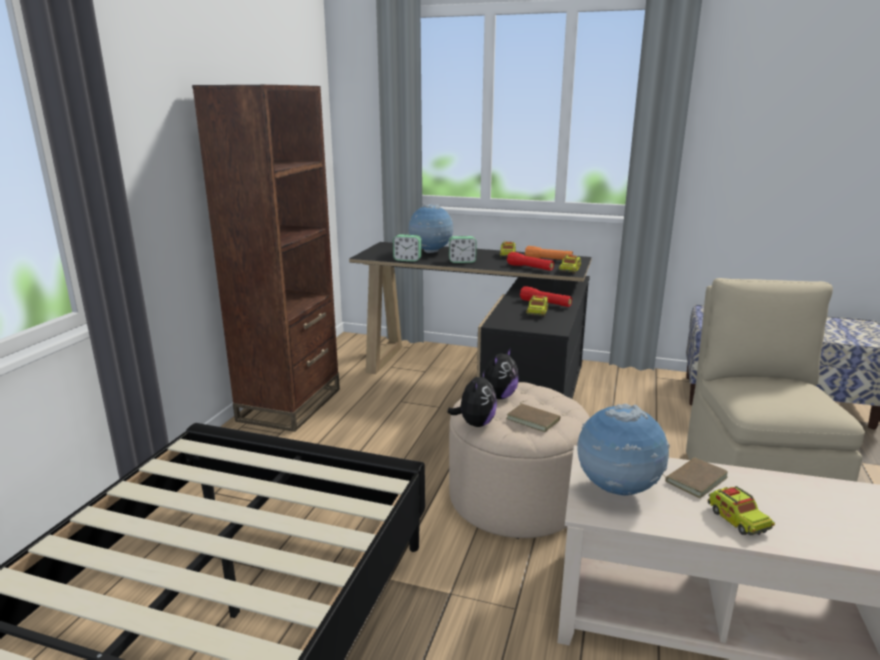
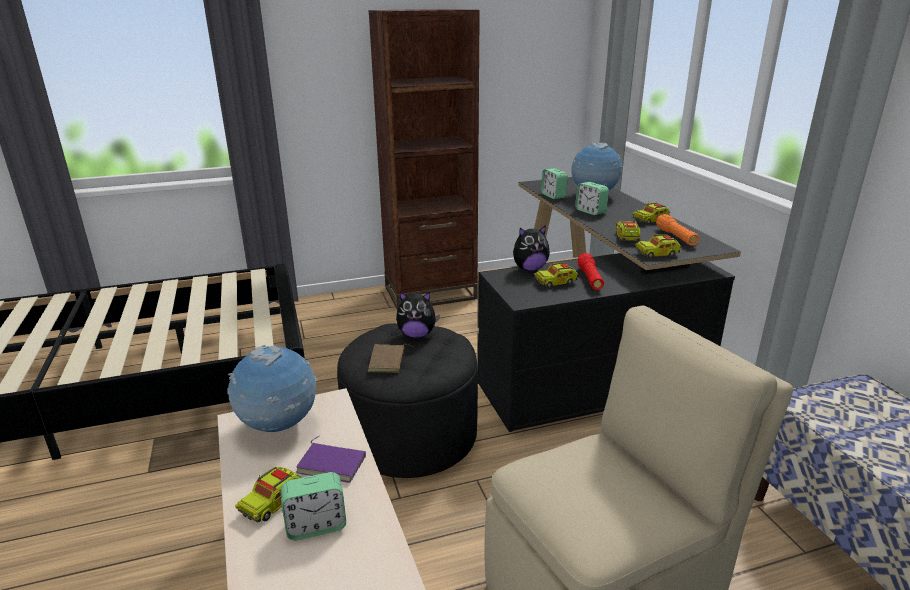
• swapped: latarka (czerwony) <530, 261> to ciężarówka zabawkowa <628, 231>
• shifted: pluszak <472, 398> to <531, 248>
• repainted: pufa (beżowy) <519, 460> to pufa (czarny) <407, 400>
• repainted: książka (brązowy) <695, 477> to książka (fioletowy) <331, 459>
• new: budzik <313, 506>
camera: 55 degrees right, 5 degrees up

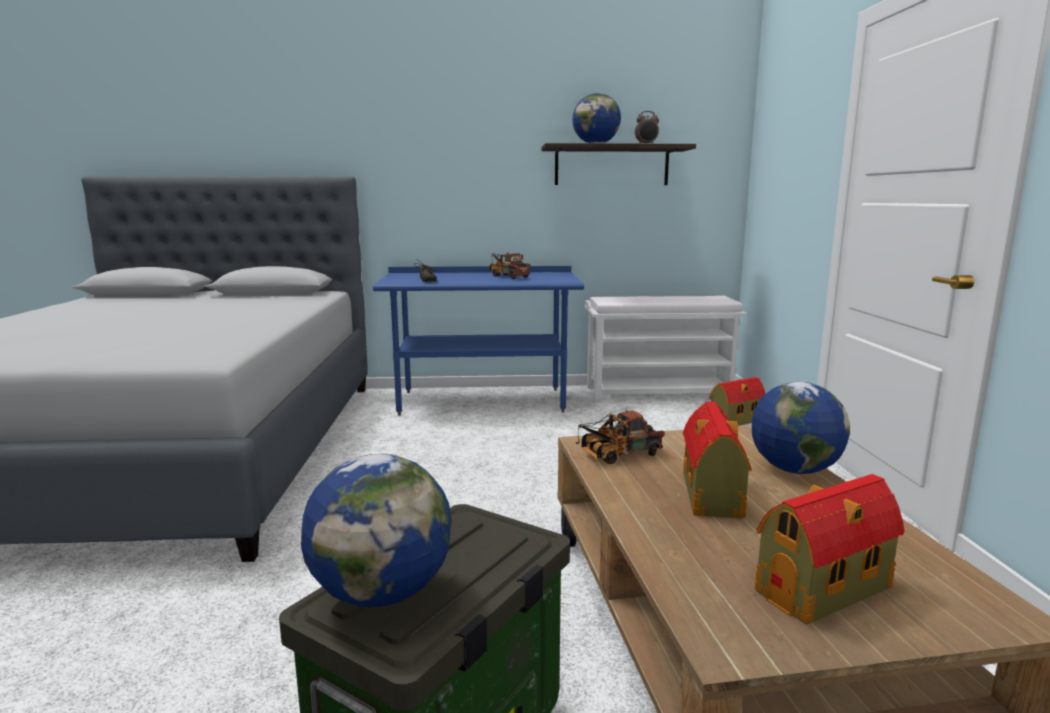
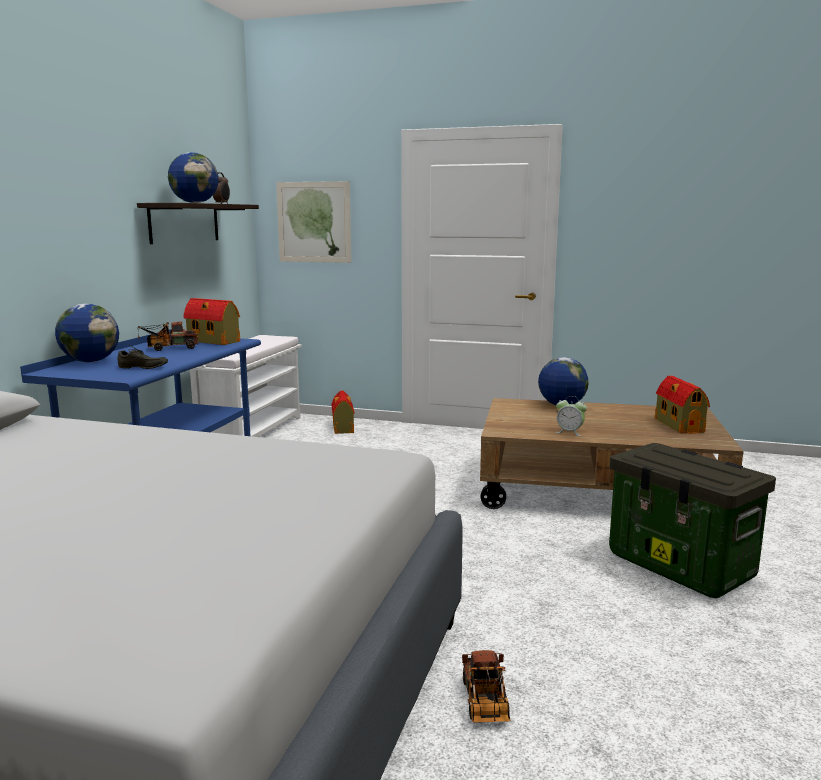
• shifted: domek <717, 459> to <211, 321>
• shifted: ciężarówka zabawkowa <620, 437> to <486, 686>
• shifted: globus <376, 530> to <87, 333>
• new: obraz <313, 222>
• new: budzik <571, 416>
camera: 70 degrees left, 0 degrees up

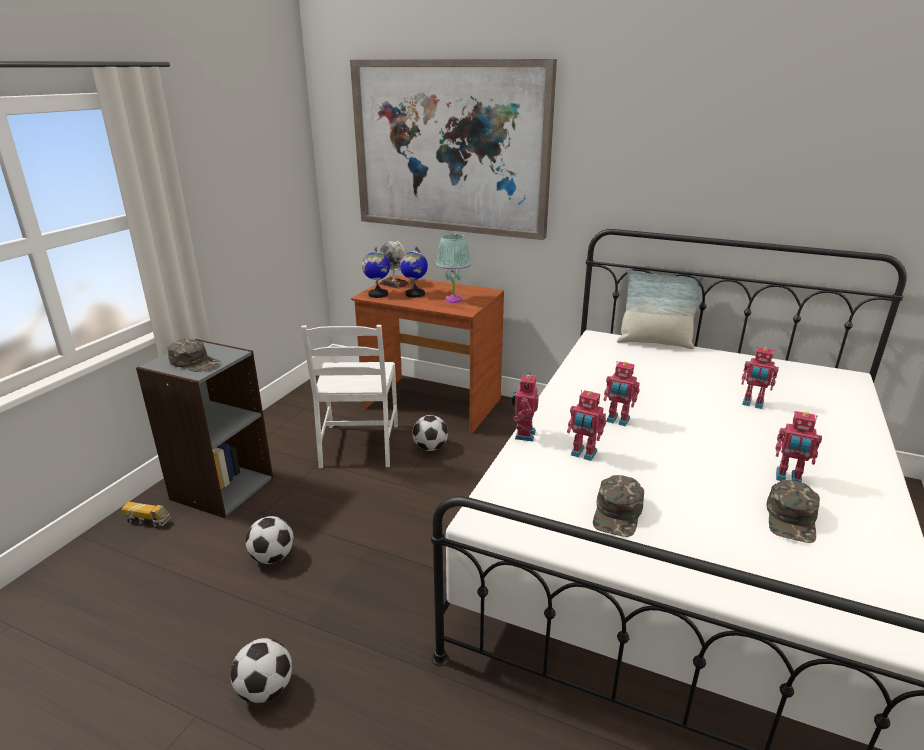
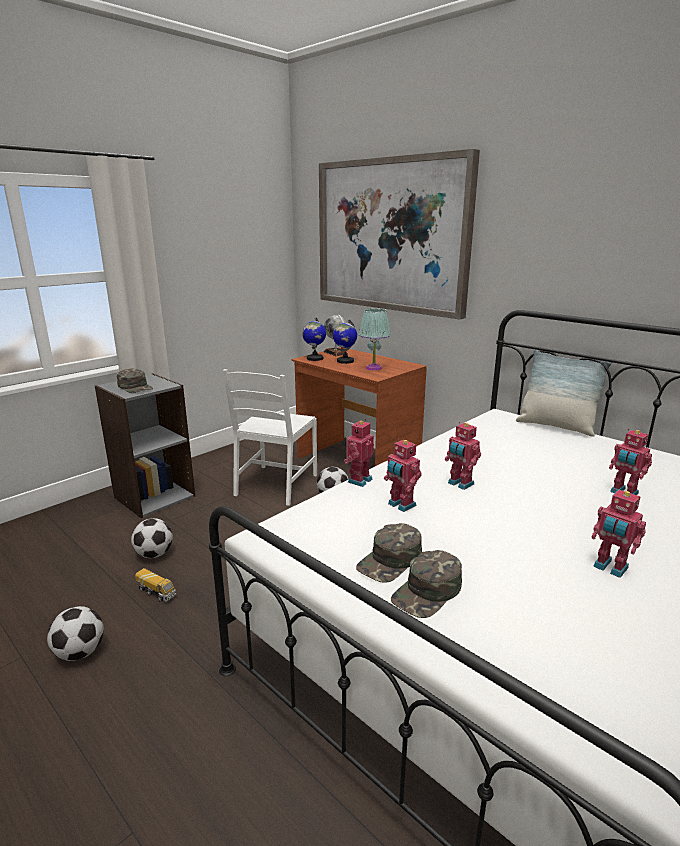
• shifted: czapka z daszkiem (zielony) <793, 511> to <426, 584>
• shifted: ciężarówka zabawkowa <146, 515> to <155, 585>
camera: 20 degrees right, 5 degrees down

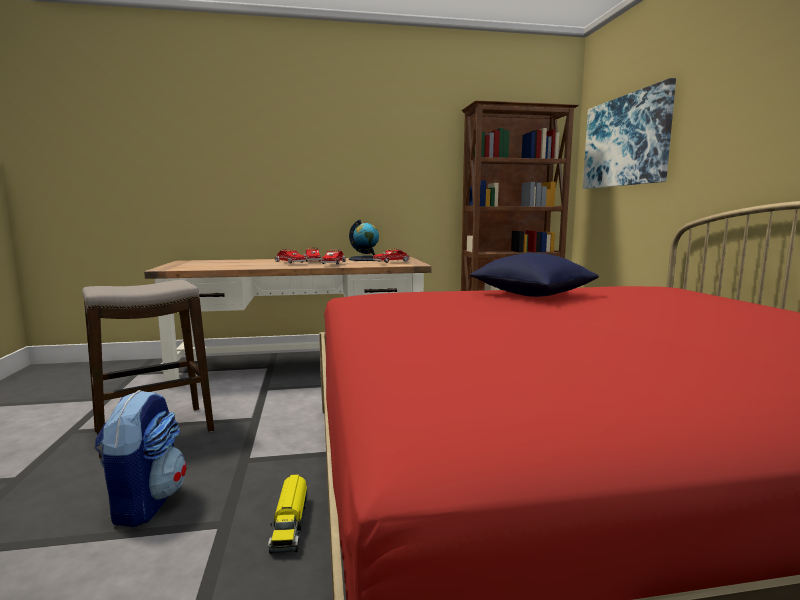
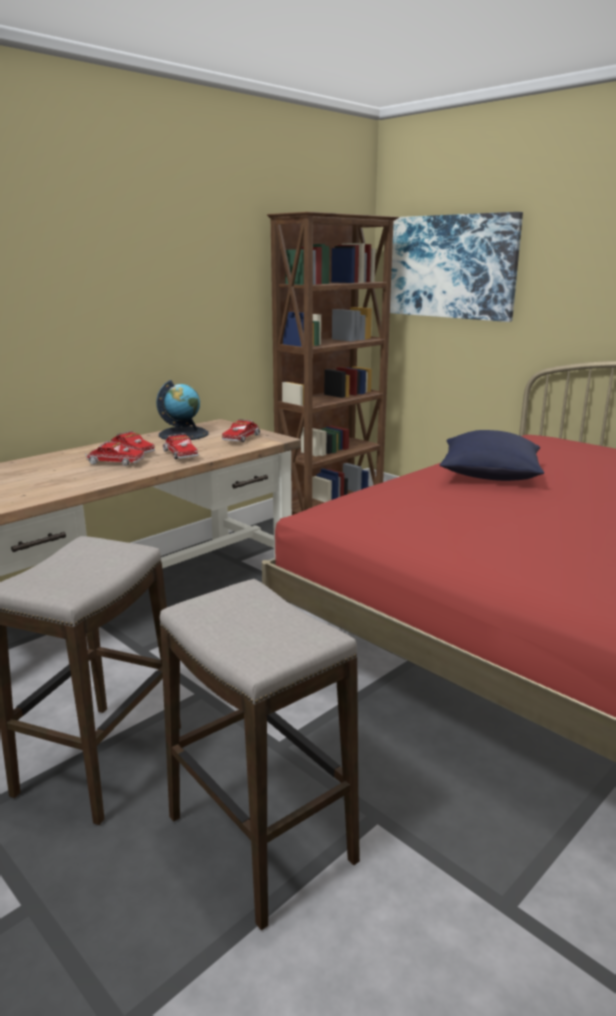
• swapped: plecak <140, 458> to stołek <260, 754>
• gone: ciężarówka zabawkowa <287, 514>
camera: 35 degrees left, 10 degrees up

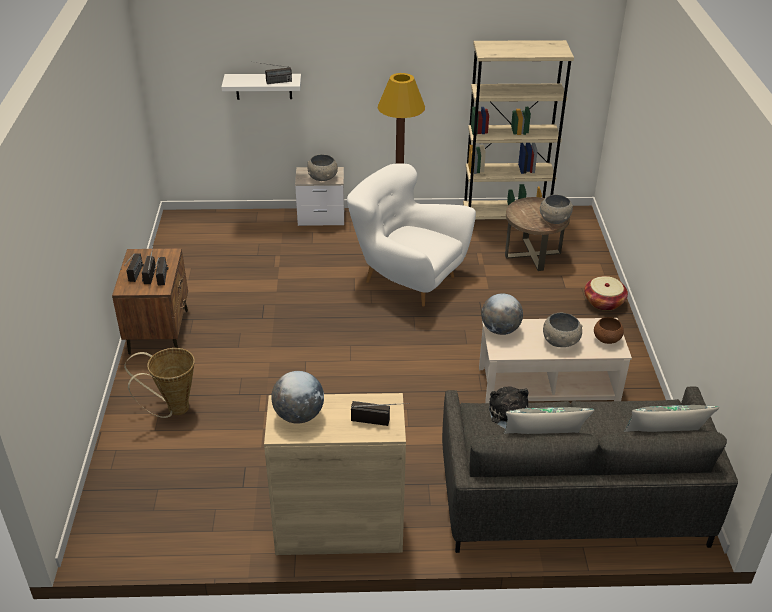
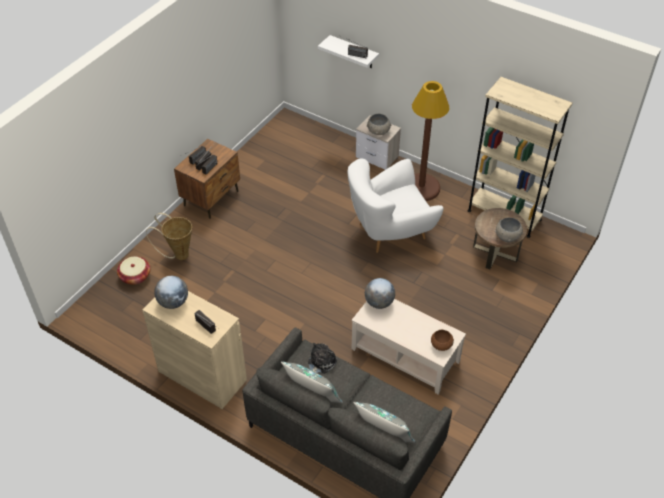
• rotated: fotel (biały) <411, 235> = <395, 206> 90 degrees counterclockwise
• shifted: koszyk <606, 293> to <133, 270>
• gone: miska (szary) <563, 329>
camera: 35 degrees right, 10 degrees up

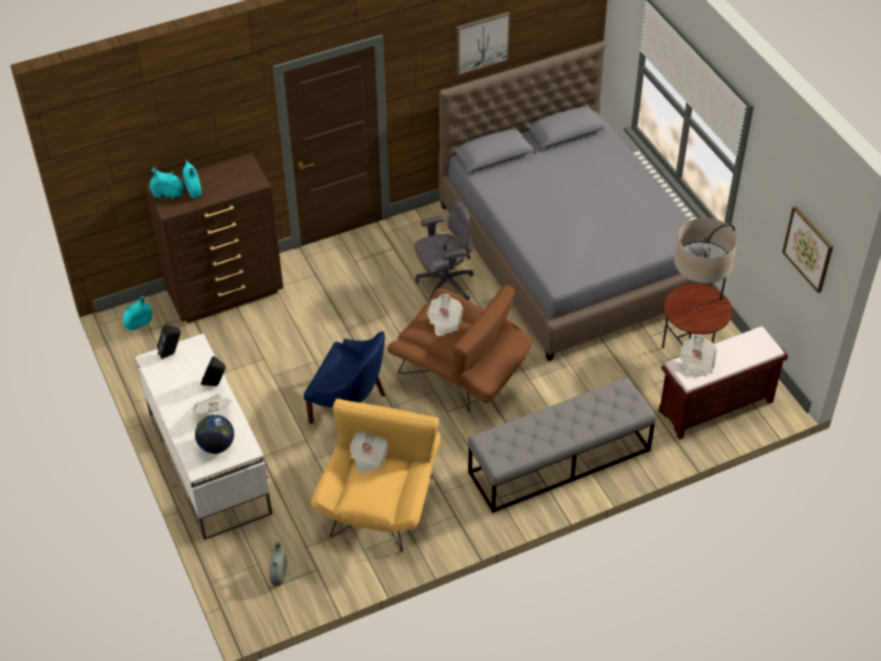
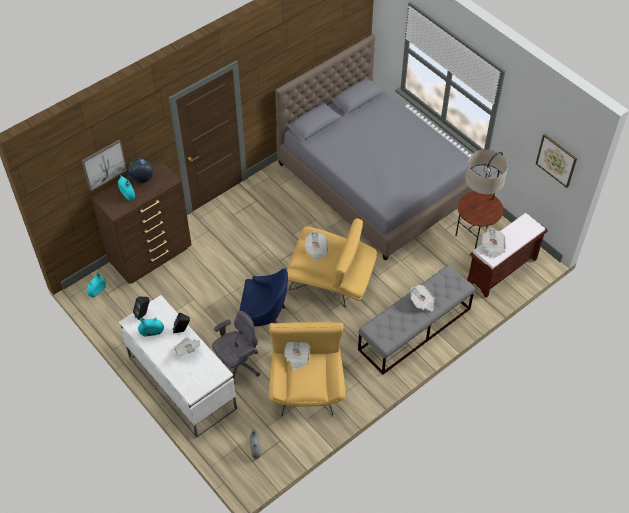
• shifted: obraz <483, 43> to <104, 165>
• shifted: wazon (turkusowy) <166, 183> to <151, 327>
• shifted: krzesło biurowe (szary) <444, 251> to <236, 348>
• repainted: fotel (brązowy) <459, 348> to fotel (żółty) <332, 263>
• shifted: globus <214, 434> to <141, 170>
• new: gazeta <422, 298>
camera: 15 degrees left, 5 degrees up

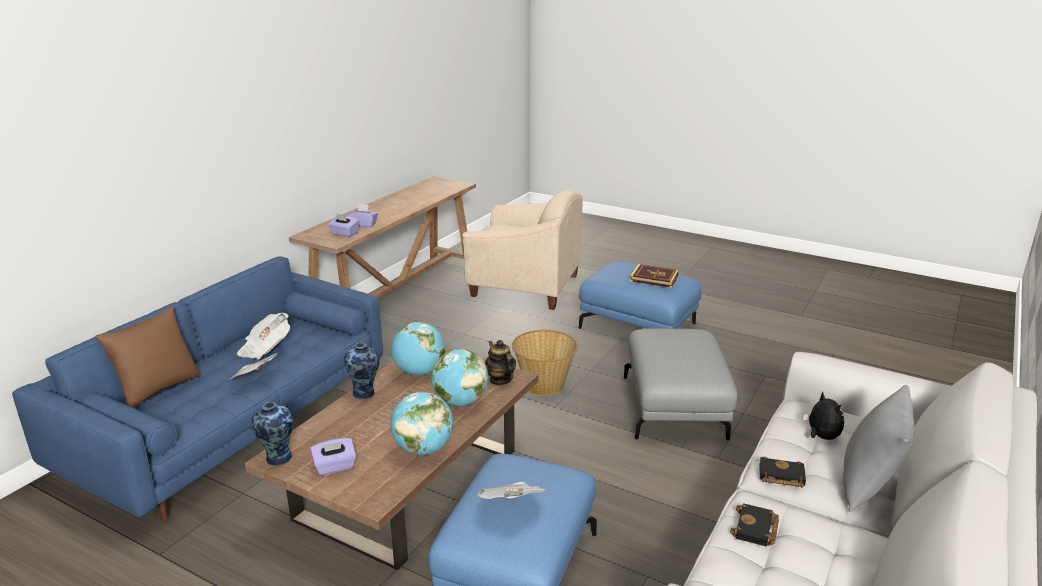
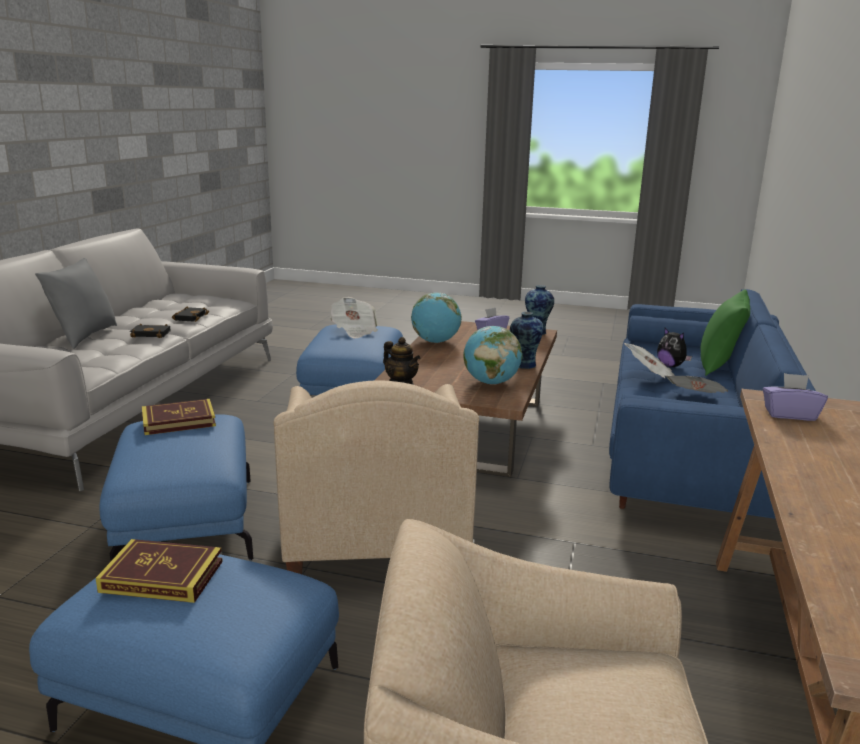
• gone: pudełko chusteczek (fioletowy) <362, 216>
• repainted: poduszka (brązowy) <148, 357> to poduszka (zielony) <725, 333>
• repainted: pufa (szary) <680, 384> to pufa (niebieski) <176, 487>
• swapped: koszyk <545, 363> to fotel (beżowy) <376, 477>
• gone: globus <459, 377>
• shifted: pluszak <823, 416> to <674, 347>
• new: książka <179, 417>
camera: 165 degrees right, 5 degrees down

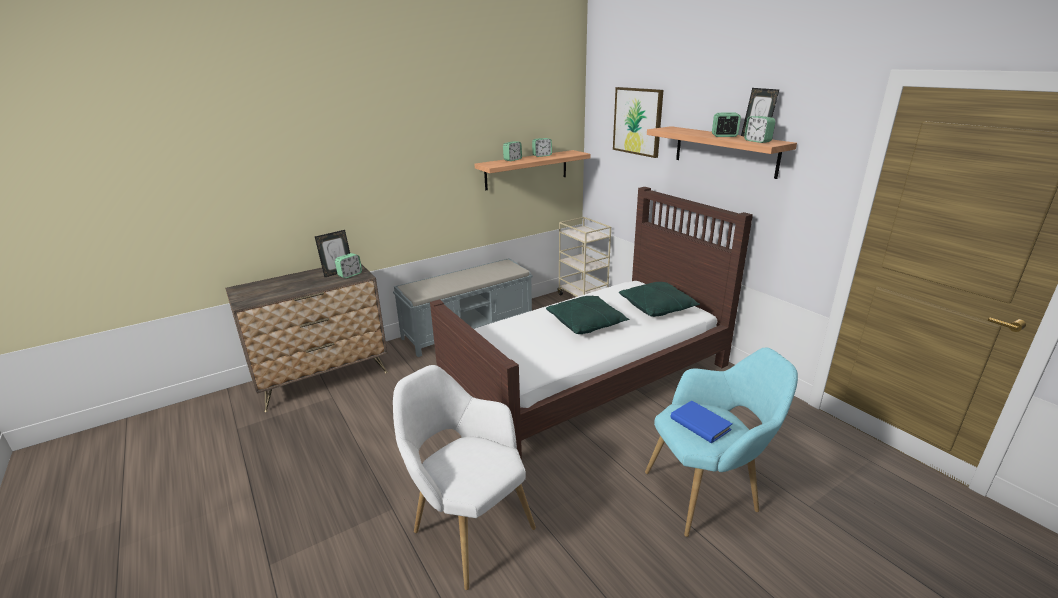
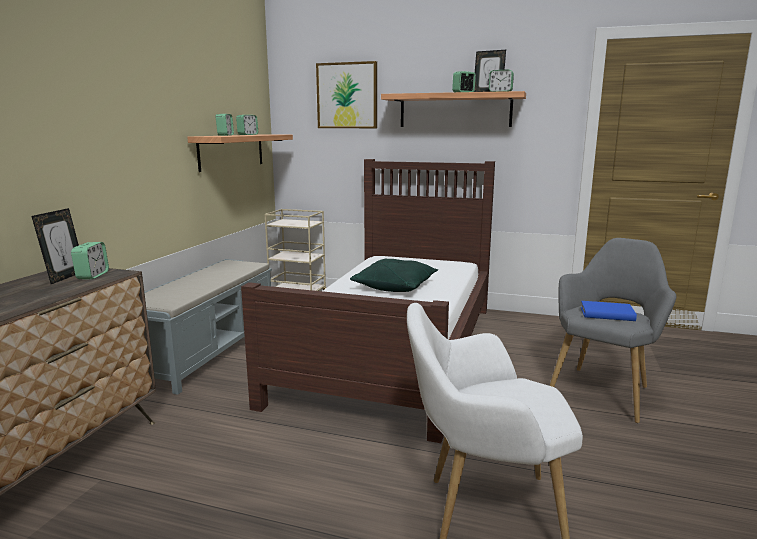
• gone: poduszka (zielony) <659, 299>
• repainted: fotel (turkusowy) <721, 442> to fotel (szary) <613, 330>
camera: 40 degrees left, 10 degrees down

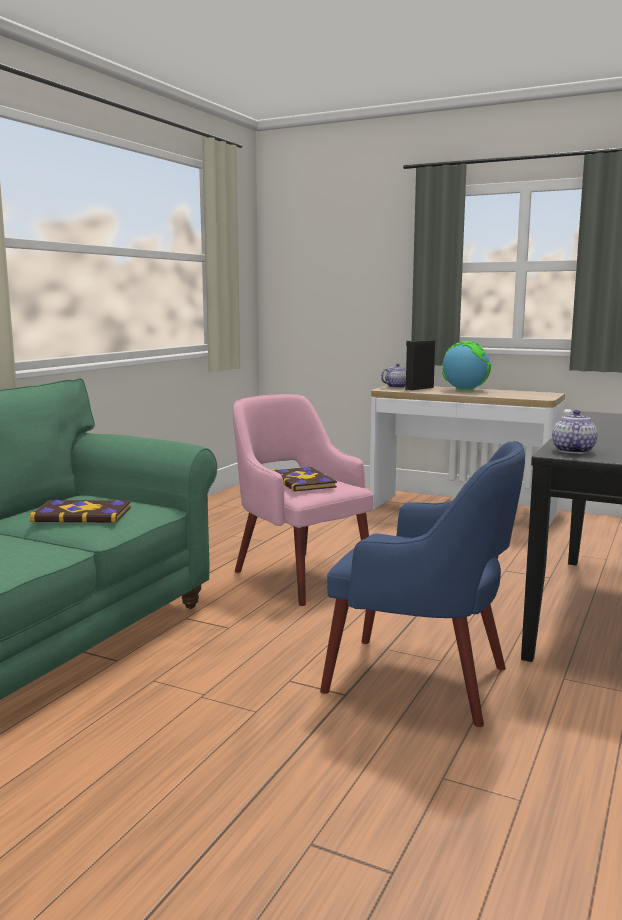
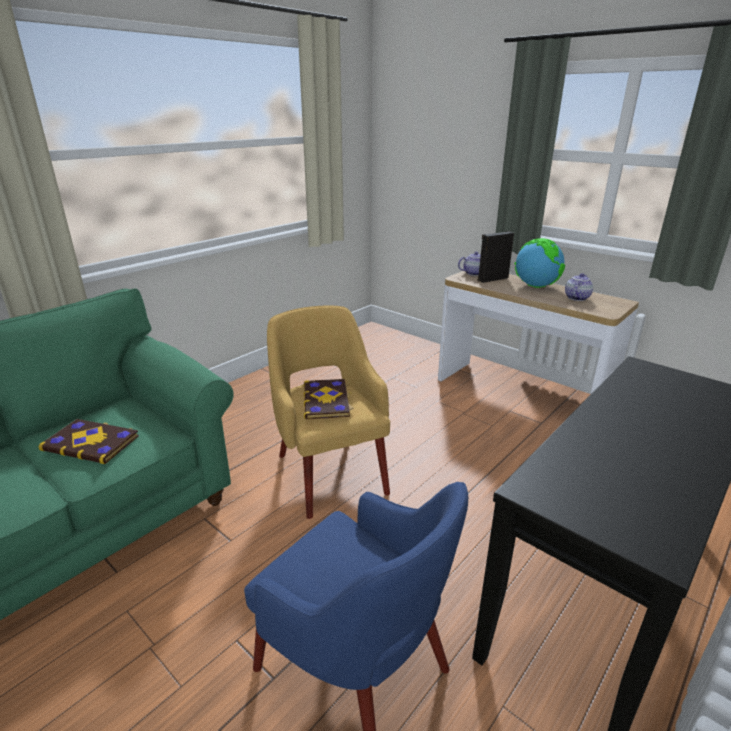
• repainted: fotel (różowy) <303, 500> to fotel (żółty) <328, 412>
• shifted: imbryk <575, 432> to <579, 287>
camera: 15 degrees right, 15 degrees up

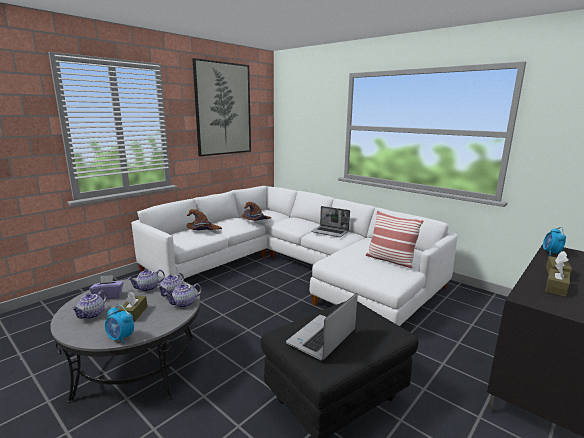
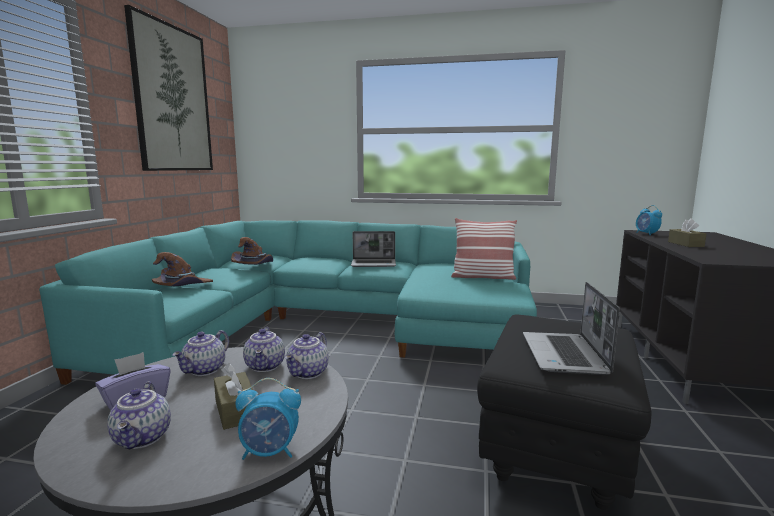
• repainted: kanapa (biały) <294, 256> to kanapa (turkusowy) <288, 302>
• gone: pudełko chusteczek (brązowy) <557, 280>
camera: 30 degrees left, 5 degrees down

